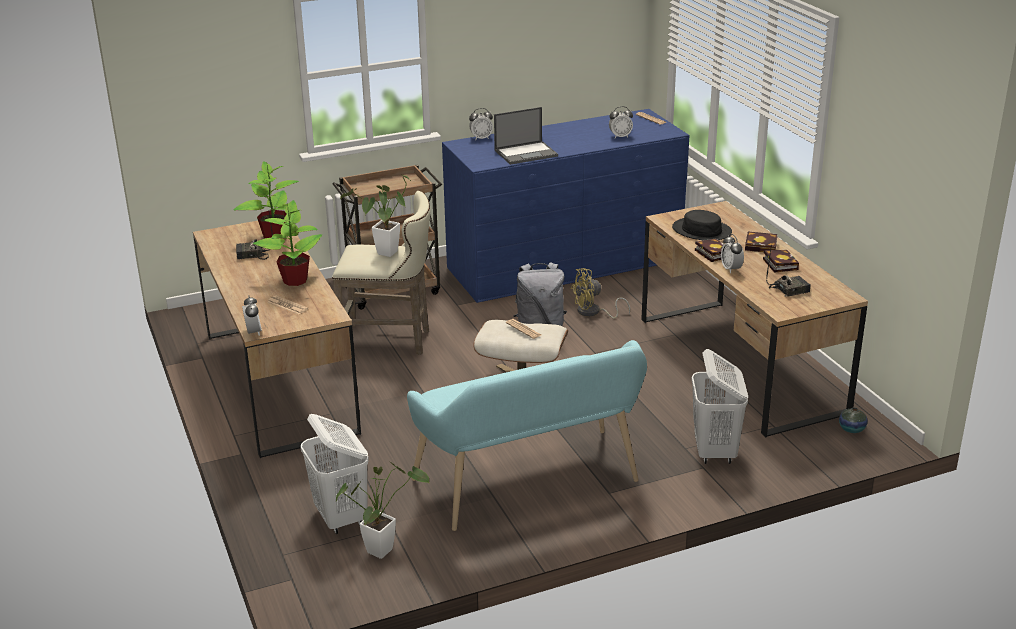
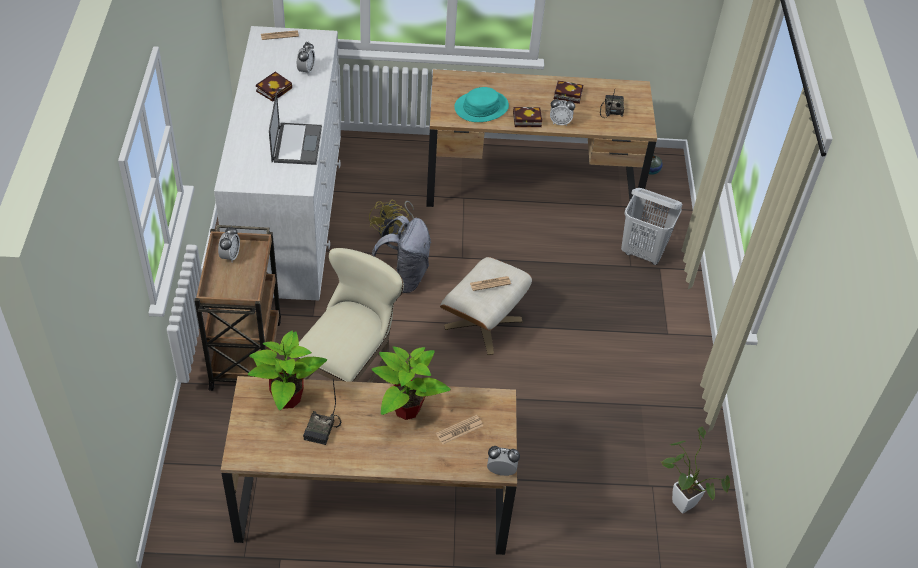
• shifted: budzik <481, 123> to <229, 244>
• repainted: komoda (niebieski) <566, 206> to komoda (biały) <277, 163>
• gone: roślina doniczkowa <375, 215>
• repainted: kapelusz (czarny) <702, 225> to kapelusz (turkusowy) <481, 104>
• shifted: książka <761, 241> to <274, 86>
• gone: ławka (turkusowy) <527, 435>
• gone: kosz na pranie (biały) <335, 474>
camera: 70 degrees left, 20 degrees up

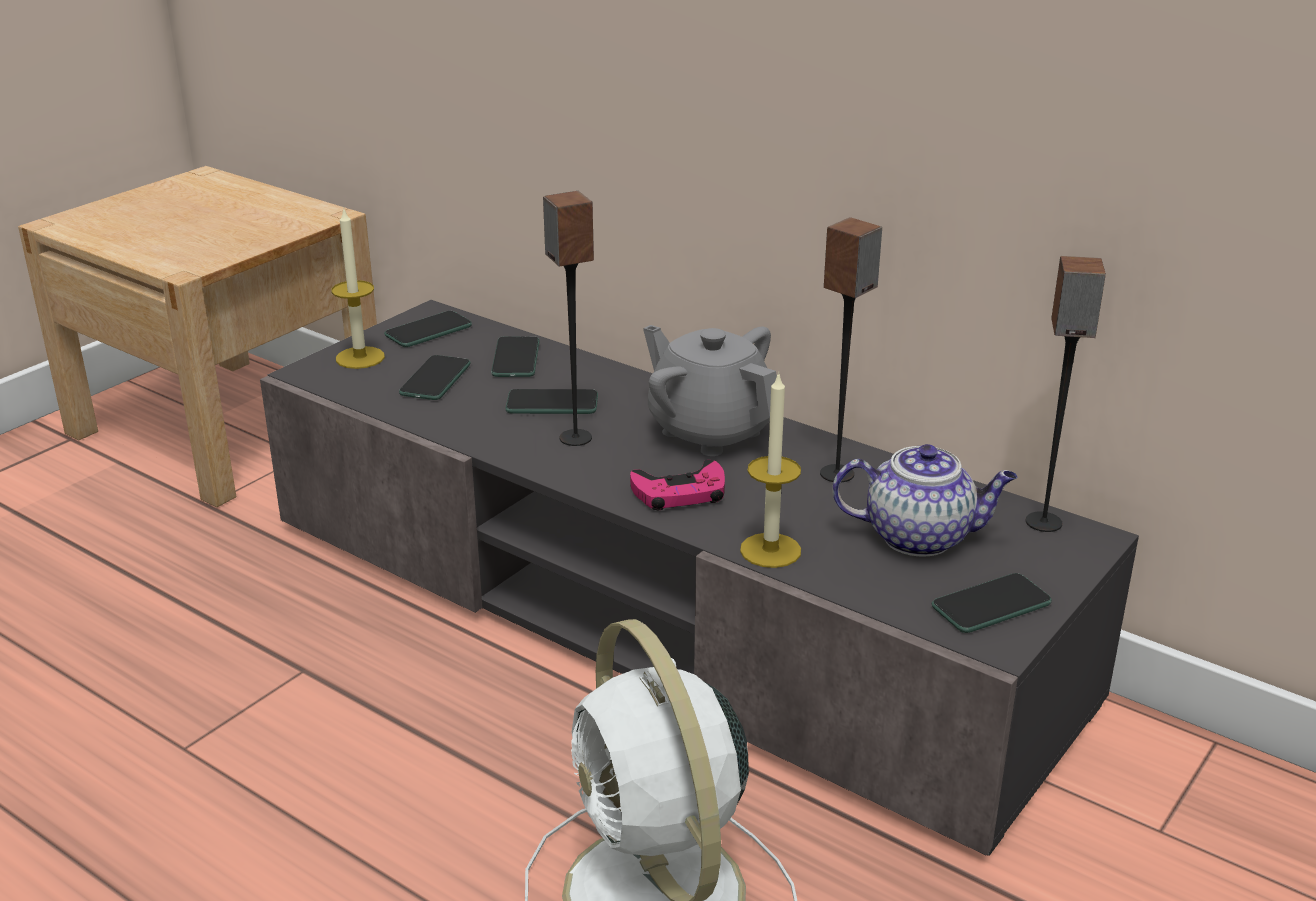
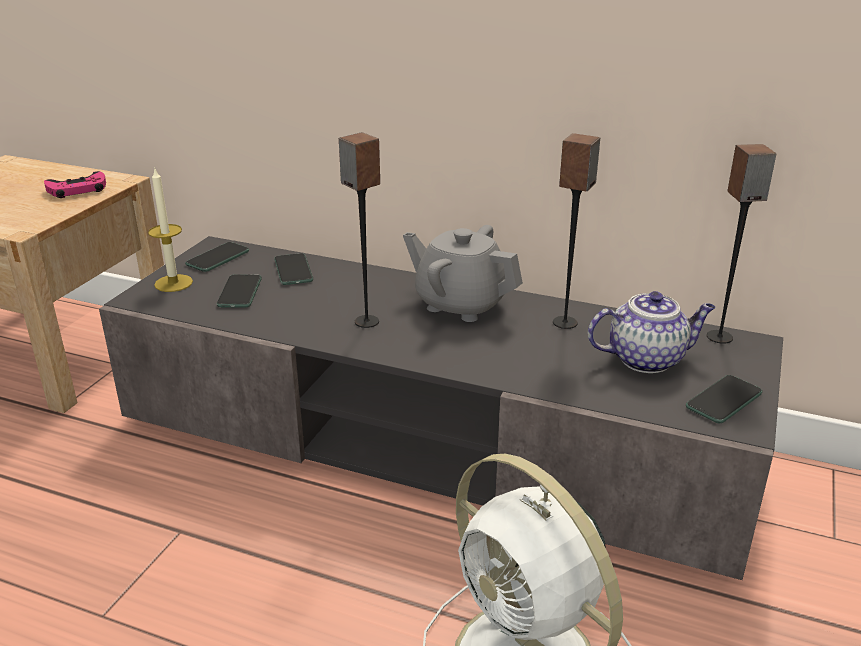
• gone: świeca <770, 469>
• gone: telefon <551, 401>
• shifted: pad do gier (różowy) <677, 485> to <75, 184>
camera: 15 degrees left, 0 degrees up

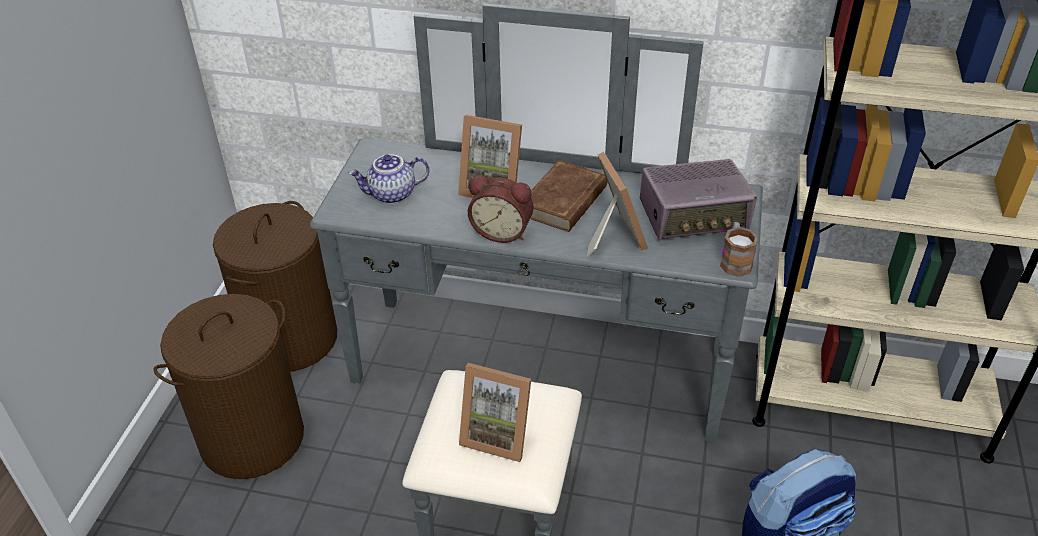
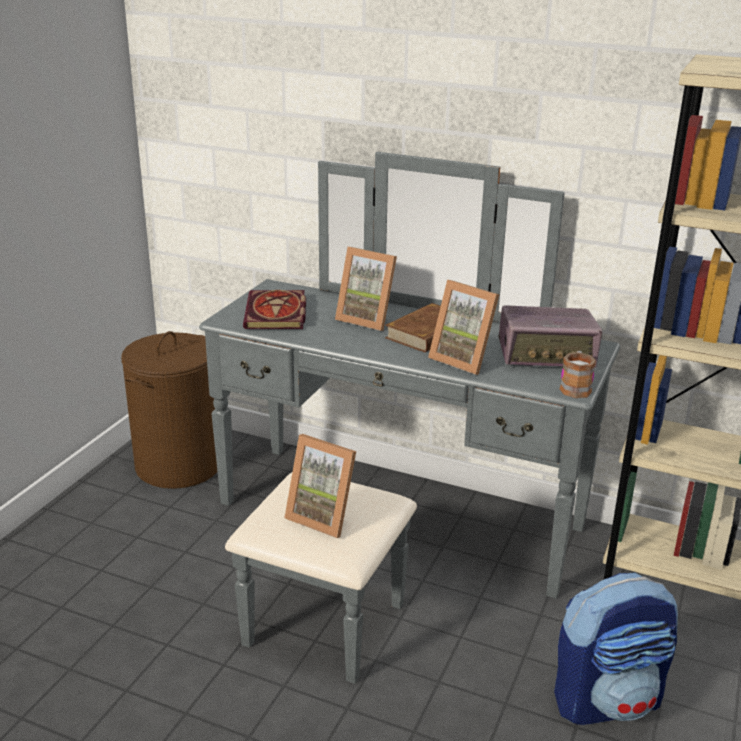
• rotated: ramka na zdjęcie <617, 204> = <463, 327> 135 degrees clockwise
• swapped: imbryk <388, 179> to książka <274, 309>
• gone: budzik <500, 209>
• gone: kosz na pranie (brązowy) <228, 386>
camera: 10 degrees right, 15 degrees down

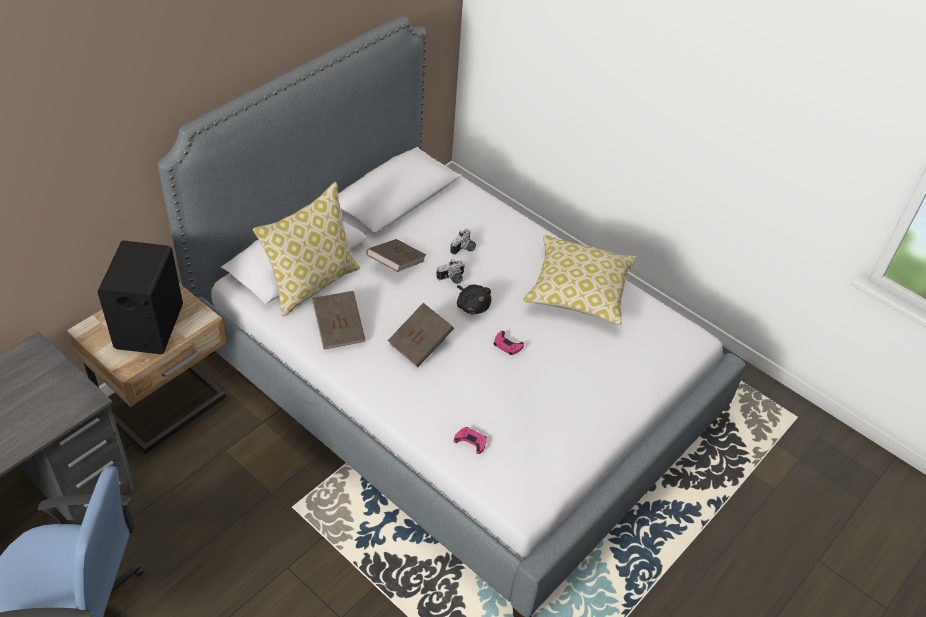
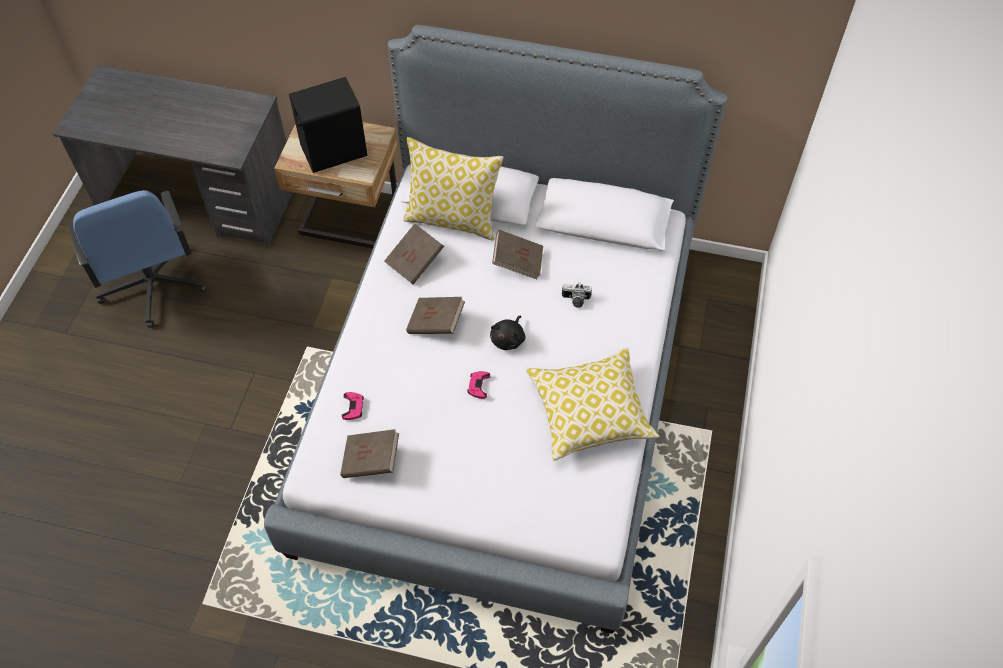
• gone: aparat fotograficzny <450, 271>
• new: książka (brązowy) <369, 453>
camera: 65 degrees right, 10 degrees up

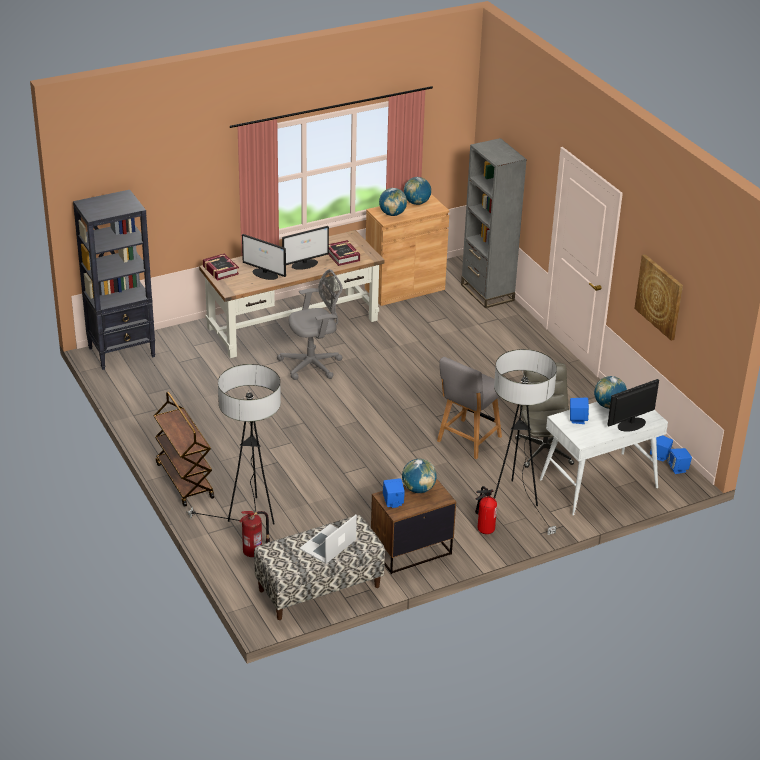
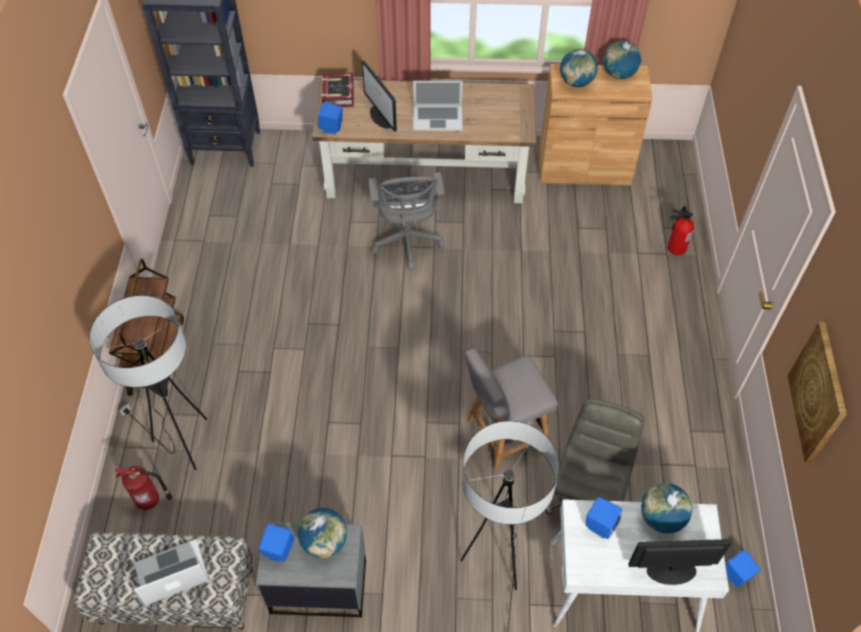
• gone: regał (szary) <494, 223>
• swapped: monitor <305, 248> to laptop <438, 106>
• gone: książka <344, 253>
• rotated: krzesło biurowe (szary) <310, 324> = <407, 221> 75 degrees clockwise
• shifted: głośnik (niebieski) <679, 461> to <330, 118>
• repainted: szafka nocna (brązowy) <413, 526> to szafka nocna (szary) <311, 569>
• shifted: gaśnica <486, 510> to <681, 230>
camera: 30 degrees right, 20 degrees up

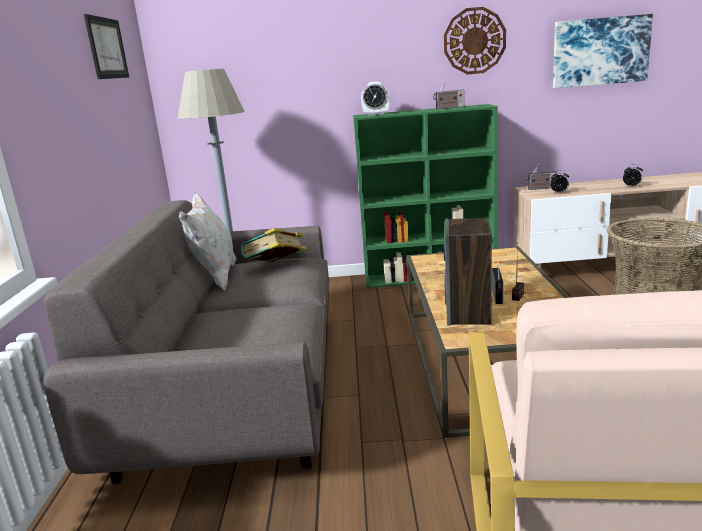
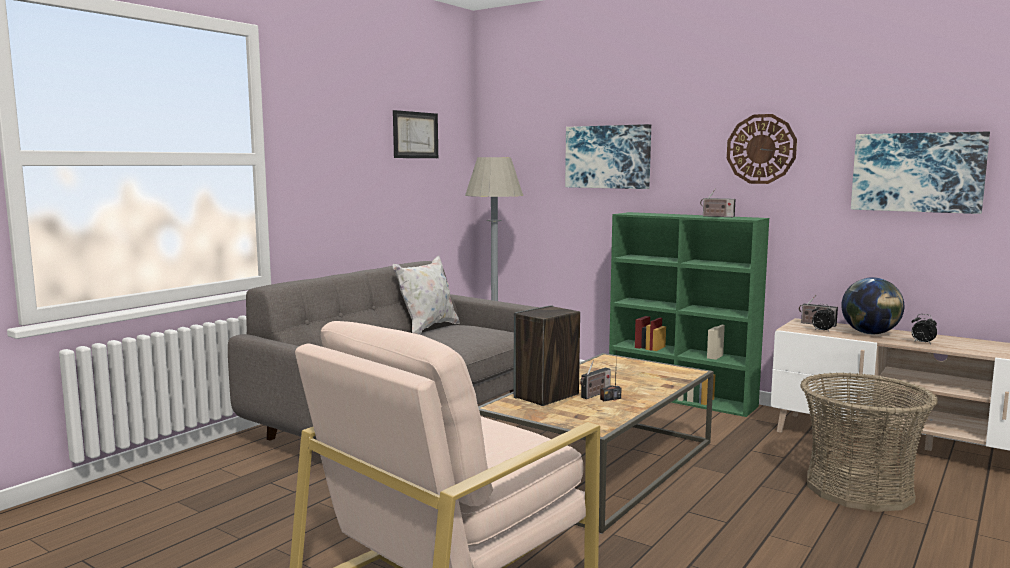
• gone: budzik <375, 98>
• gone: książka <274, 245>
• new: obraz <608, 156>
• new: globus <872, 305>
camera: 35 degrees right, 10 degrees down

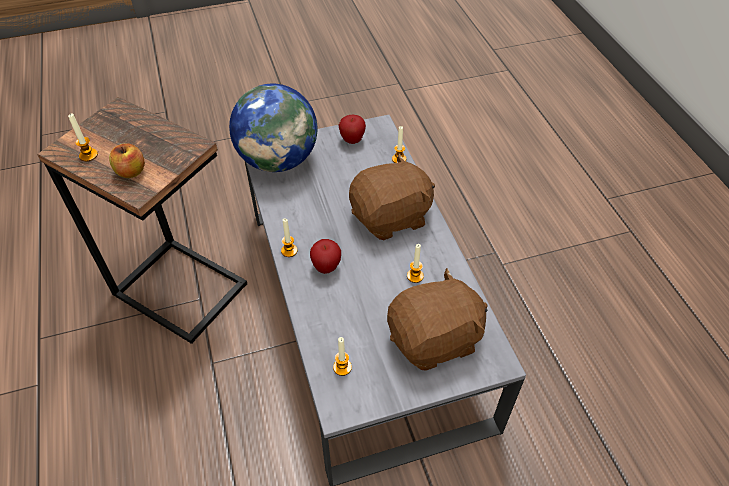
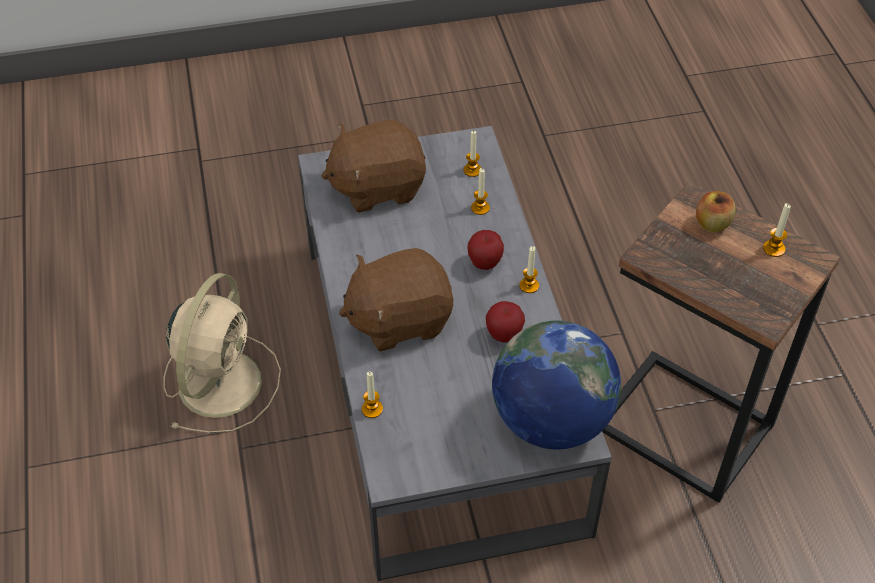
• shifted: jabłko <352, 129> to <505, 321>
• shifted: świeca <415, 263> to <480, 191>
• new: wentylator (beżowy) <222, 353>
camera: 175 degrees left, 0 degrees up

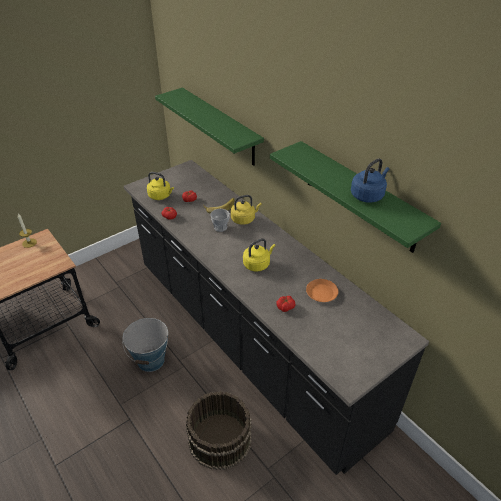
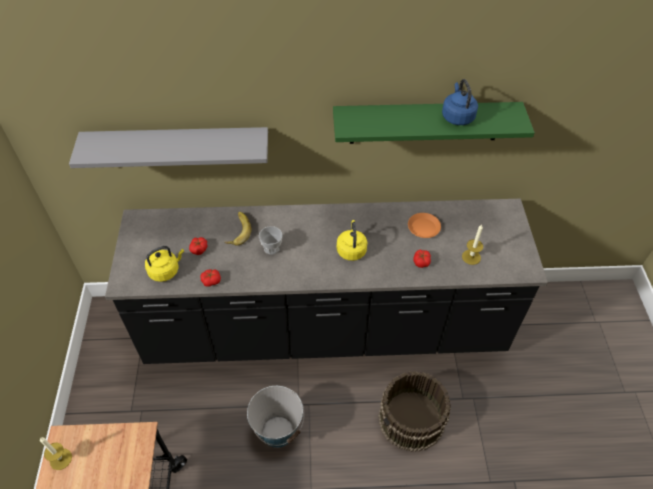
• repainted: półka (zielony) <209, 127> to półka (szary) <168, 147>
• gone: czajnik (żółty) <246, 210>
• new: świeca <472, 245>
camera: 55 degrees left, 10 degrees up

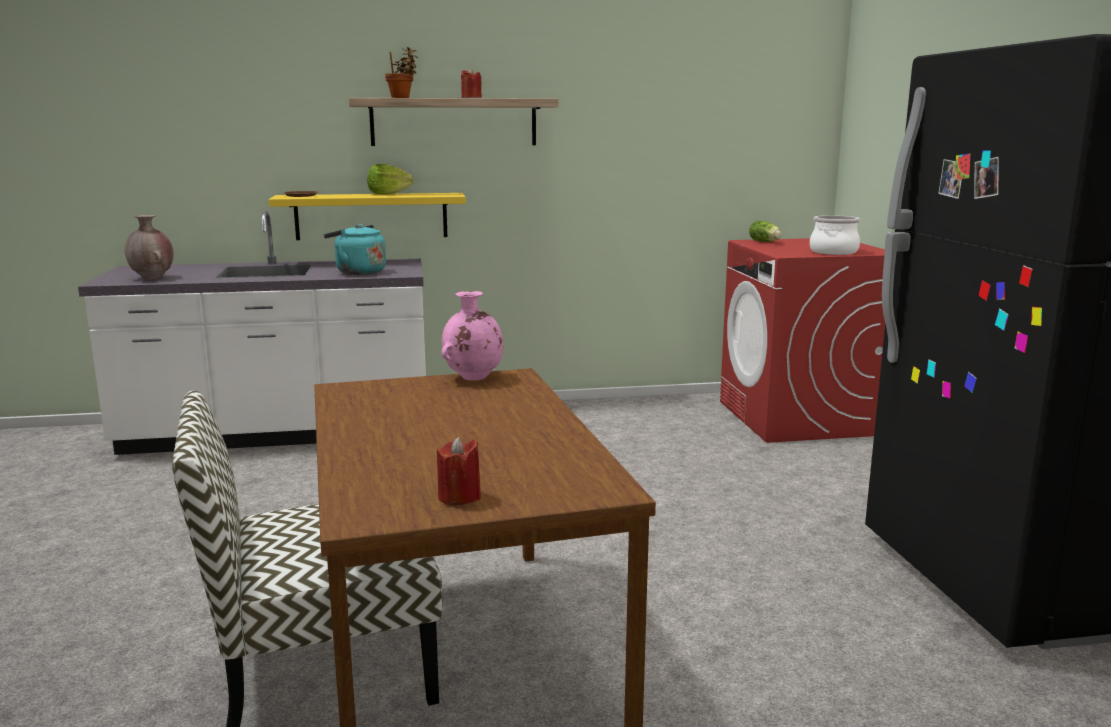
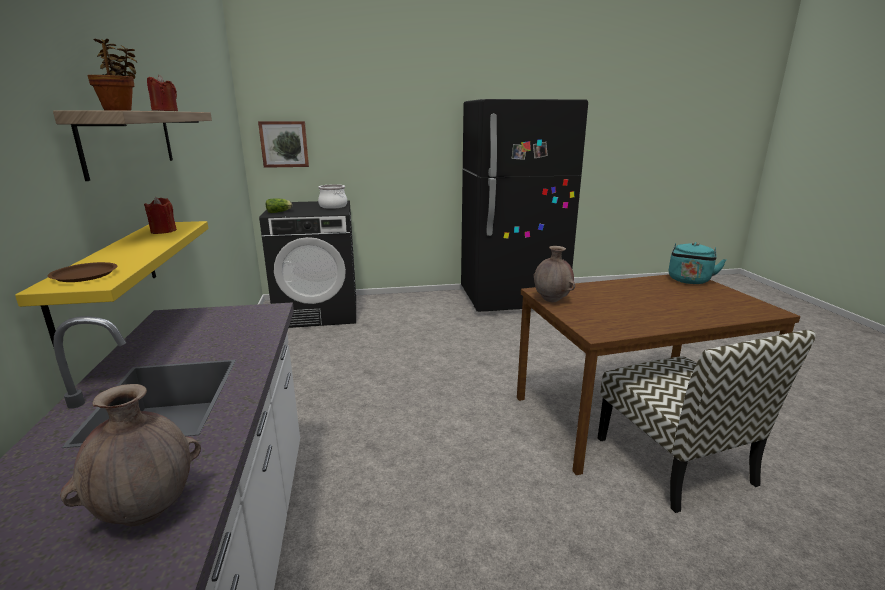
• gone: sałata <390, 179>
• shifted: czajnik (turkusowy) <355, 249> to <697, 263>
• repainted: pralka (czerwony) <802, 340> to pralka (czarny) <307, 264>
• repainted: wazon (różowy) <472, 336> to wazon (brązowy) <554, 274>
• shifted: świeca (czerwony) <459, 471> to <160, 215>
• new: obraz <283, 144>
camera: 90 degrees left, 5 degrees up

